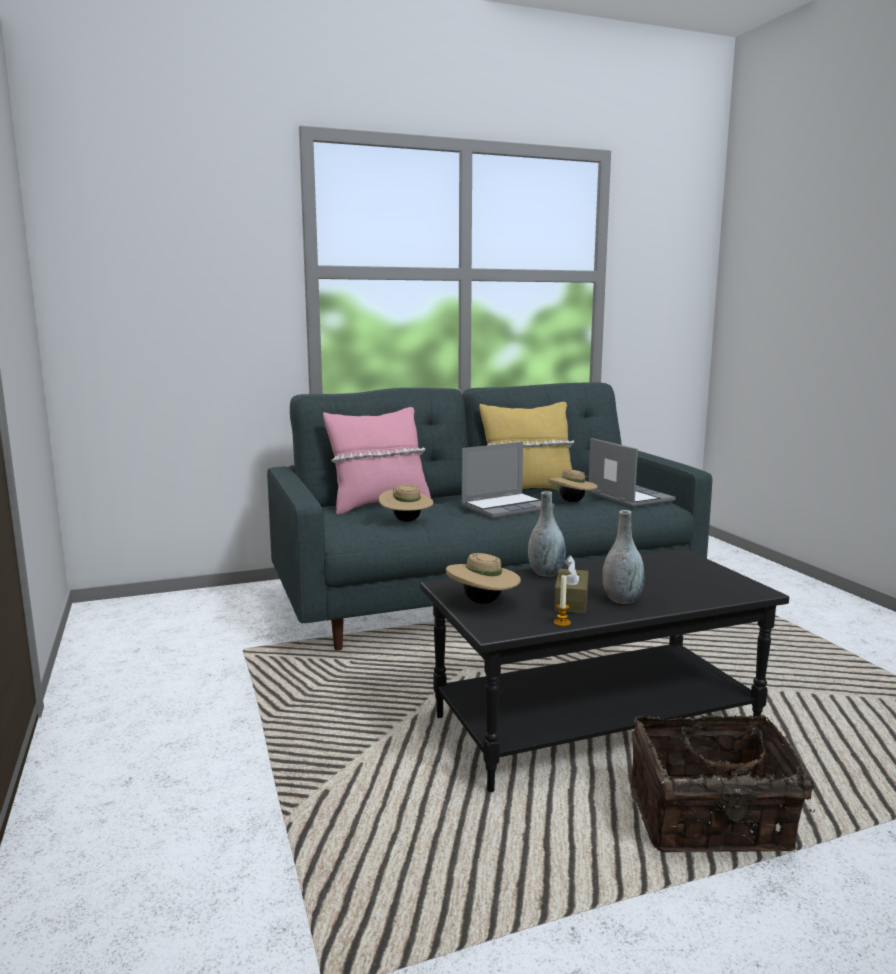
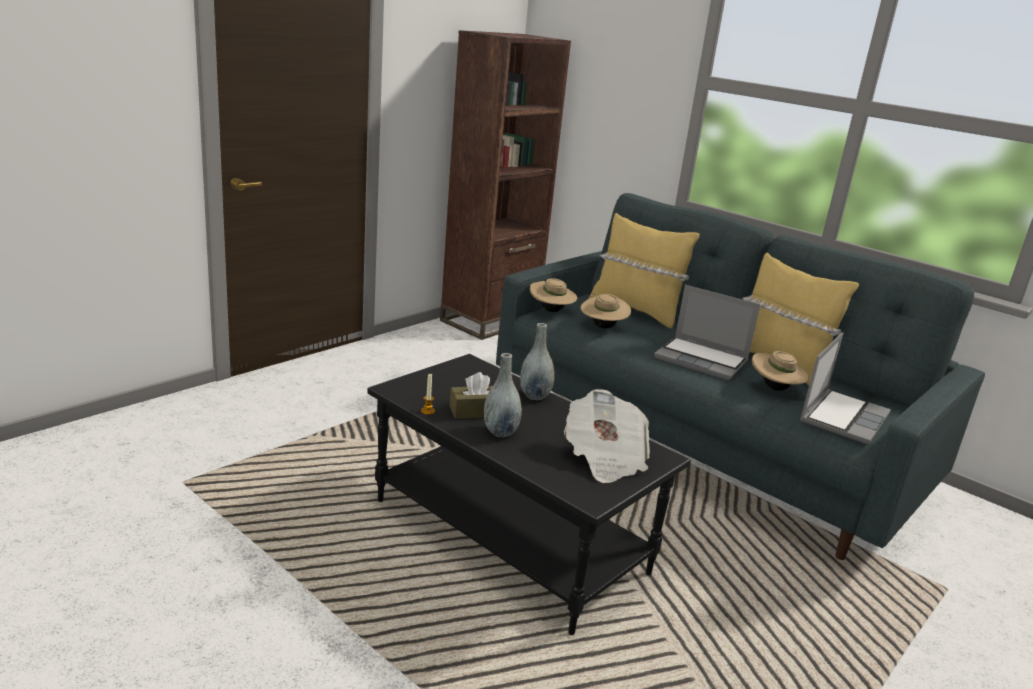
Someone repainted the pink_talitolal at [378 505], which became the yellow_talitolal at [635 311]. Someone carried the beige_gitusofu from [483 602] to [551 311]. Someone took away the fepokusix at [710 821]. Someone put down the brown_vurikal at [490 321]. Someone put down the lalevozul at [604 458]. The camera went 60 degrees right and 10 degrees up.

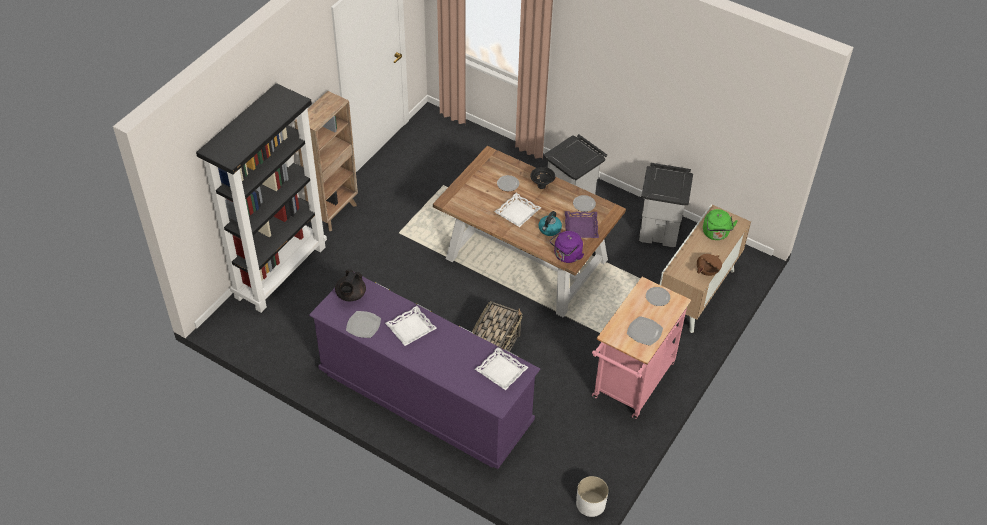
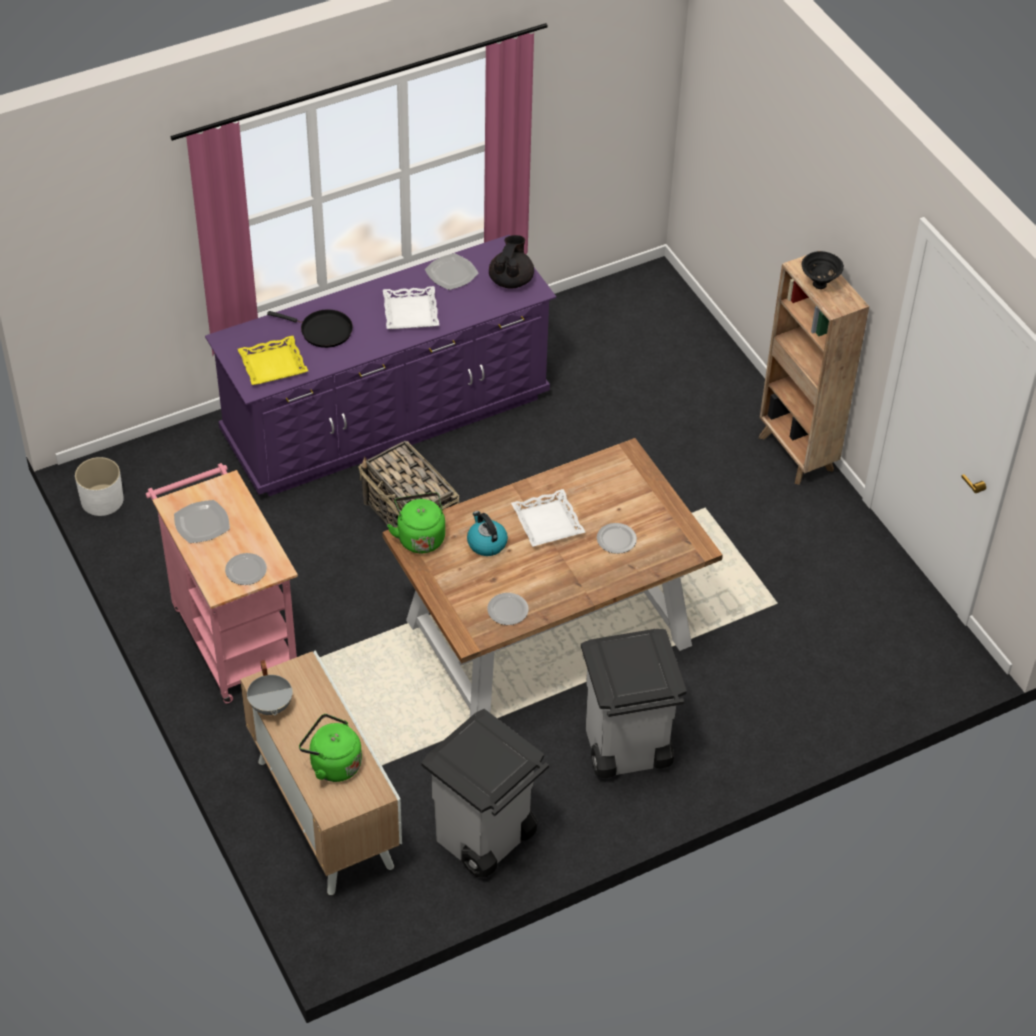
Someone took away the black_vurikal at [280 271]. Someone rotated the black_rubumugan at [351 295] by 60 degrees clockwise. Someone repainted the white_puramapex at [501 371], which became the yellow_puramapex at [273 365]. Someone carried the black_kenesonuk from [542 186] to [819 285]. Someone repainted the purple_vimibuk at [566 256], which became the green_vimibuk at [420 536]. Someone took away the purple_puramapex at [580 227]. Someone repainted the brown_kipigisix at [706 271], which became the grey_kipigisix at [271 705]. Someone put down the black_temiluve at [322 331]. The camera went 120 degrees right and 0 degrees up.

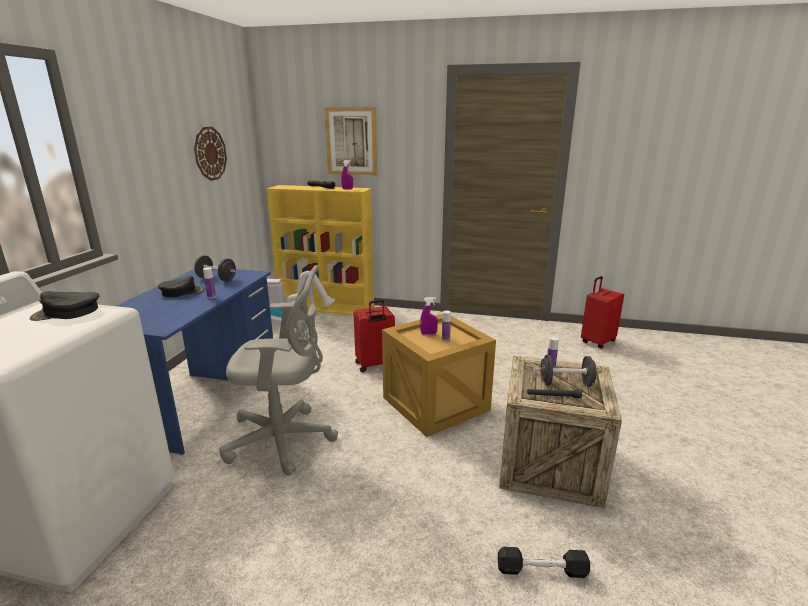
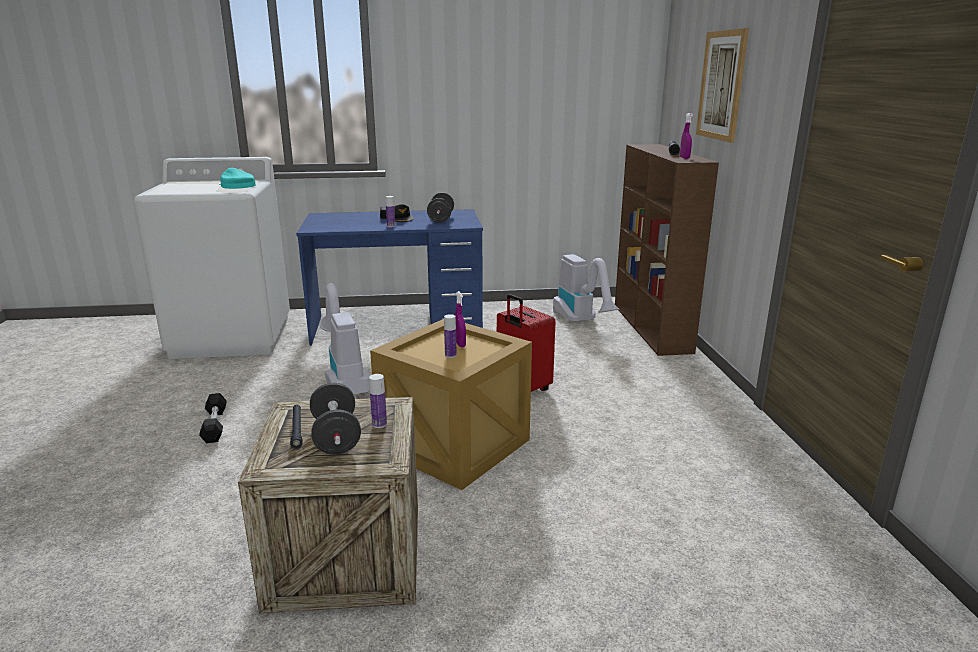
Someone repainted the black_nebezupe at [67 312], which became the turquoise_nebezupe at [237 186]. Someone took away the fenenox at [210 153]. Someone swapped the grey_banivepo at [284 440] for the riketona at [343 377]. Someone repainted the yellow_vurikal at [327 307], which became the brown_vurikal at [652 328]. Someone carried the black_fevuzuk from [542 570] to [215 425]. Someone took away the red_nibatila at [597 342]. The camera went 70 degrees right and 0 degrees up.

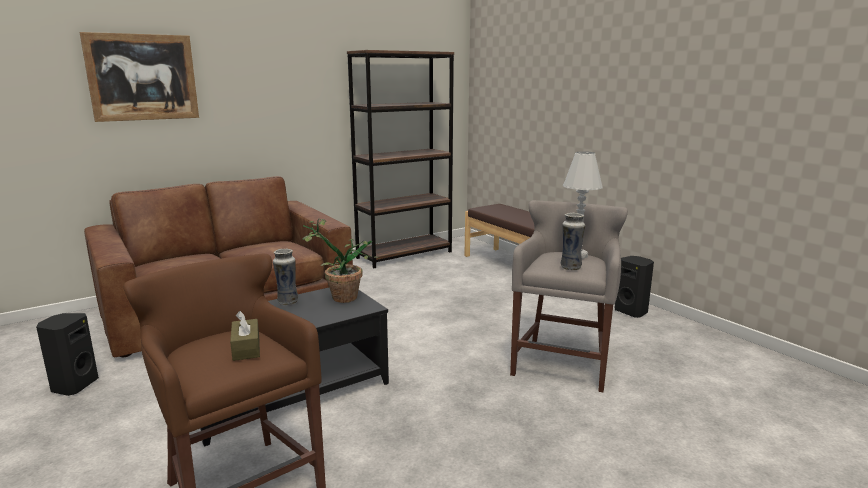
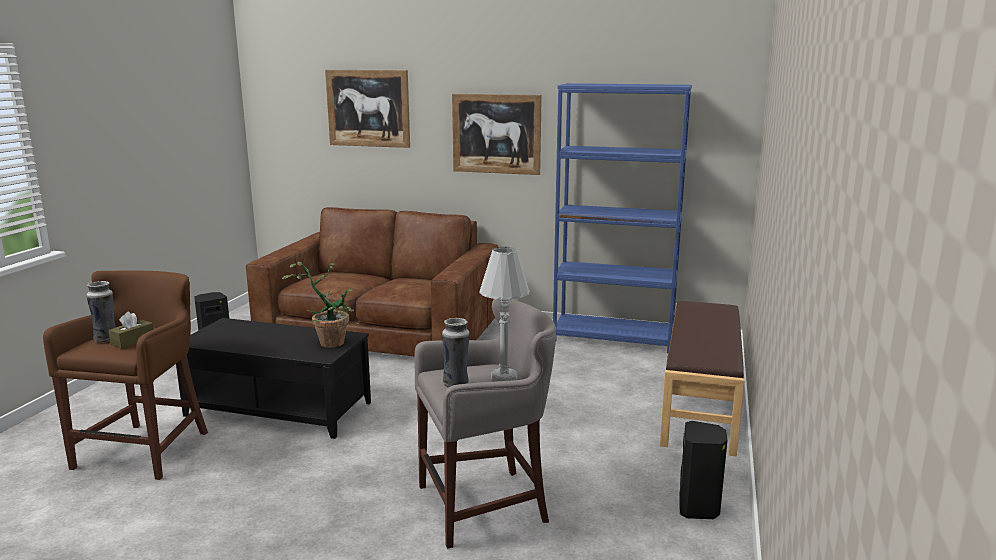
Someone carried the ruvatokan from [287 301] to [106 338]. Someone repainted the brown_vurikal at [405 255], which became the blue_vurikal at [613 338]. Someone put up the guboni at [496 134]. The camera went 50 degrees right and 0 degrees up.

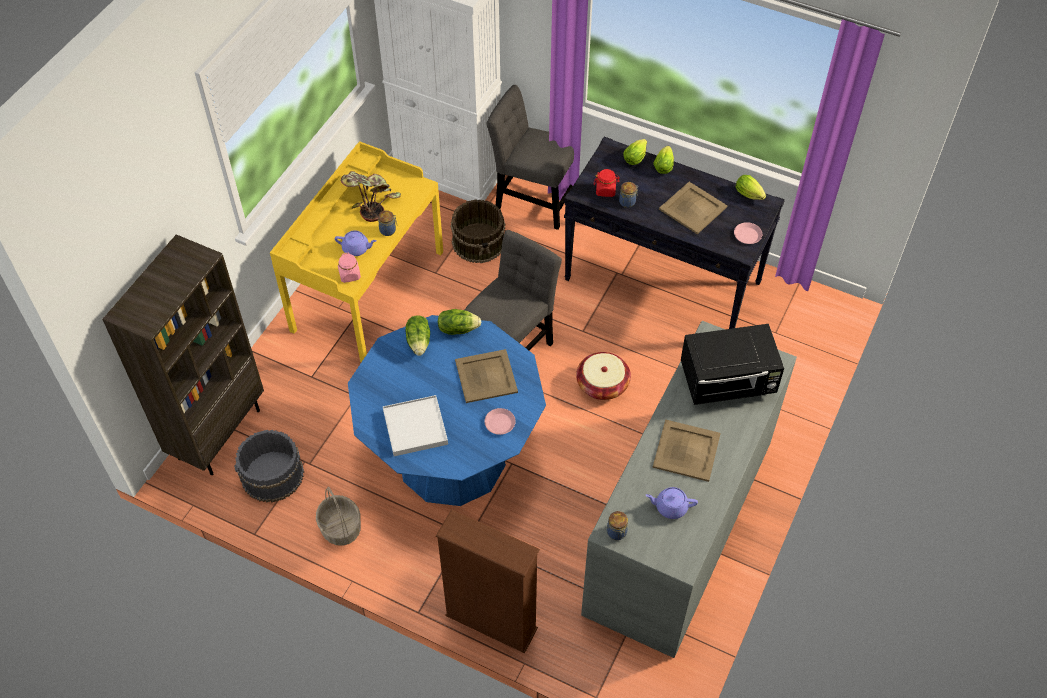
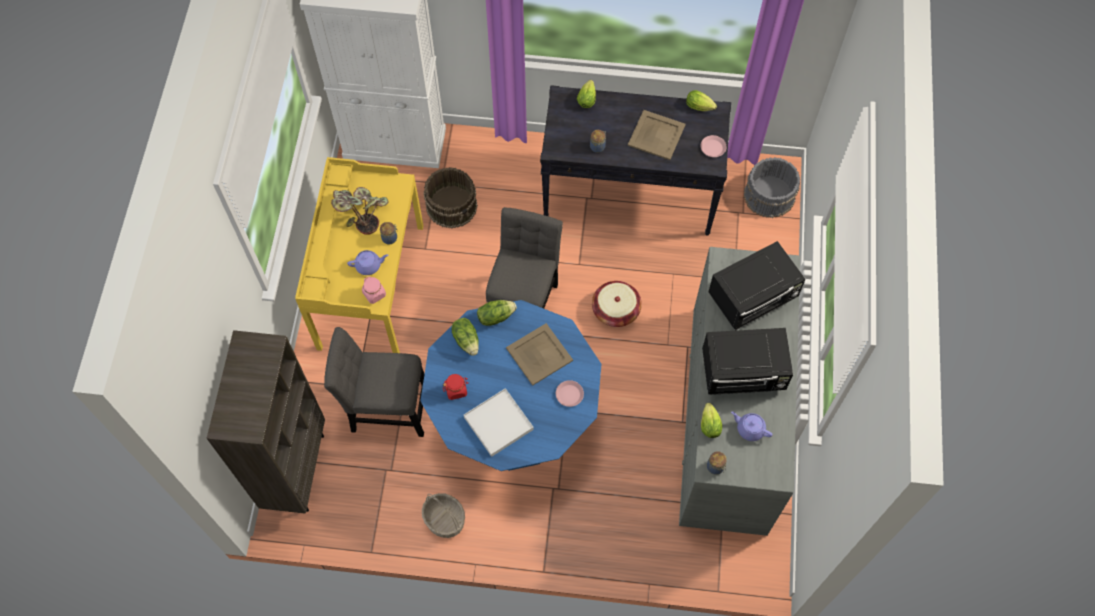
Someone carried the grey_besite from [272 476] to [769 196]. Someone took away the brown_vurikal at [491 622]. Someone carried the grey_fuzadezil from [532 200] to [386 409]. Someone carried the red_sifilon from [606 190] to [456 390]. Someone rotated the purple_rubumugan at [670 507] by 45 degrees clockwise. Someone carried the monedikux from [664 165] to [709 423]. Someone swapped the beige_puramapex at [687 450] for the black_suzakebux at [743 373]. The camera went 20 degrees left and 10 degrees up.

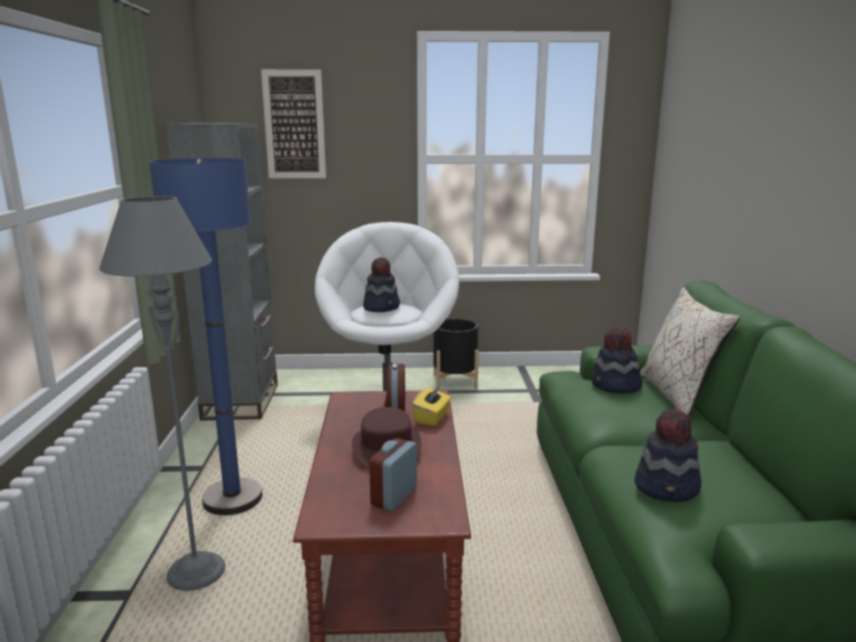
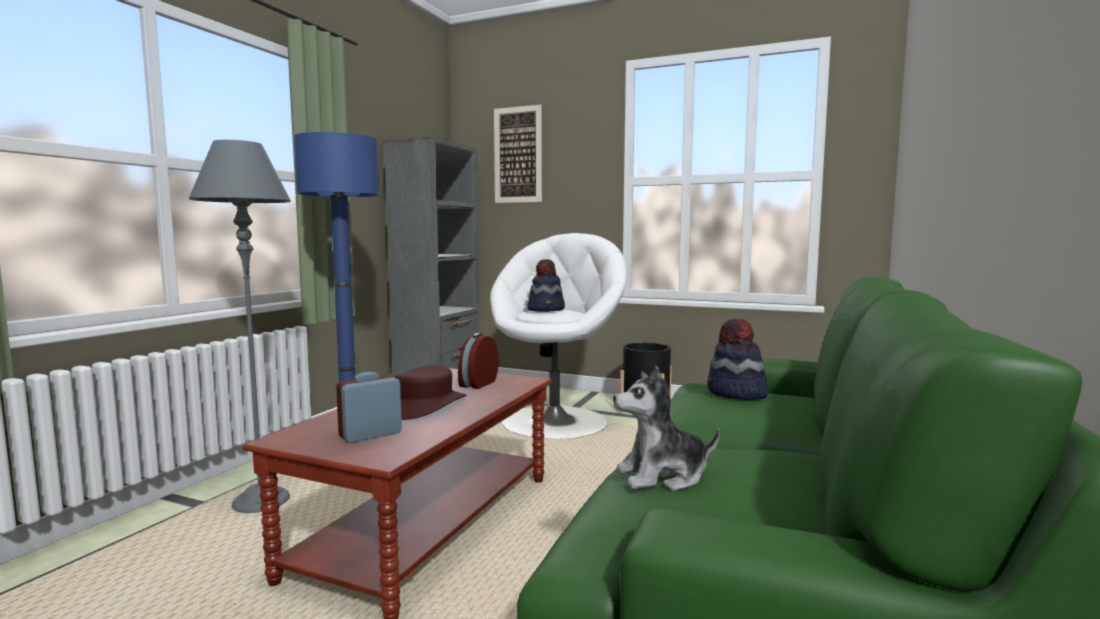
Someone took away the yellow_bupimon at [432 418]. Someone swapped the gitusofu at [667 487] for the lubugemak at [662 476]. Someone took away the beige_talitolal at [678 396]. The camera went 25 degrees right and 10 degrees down.

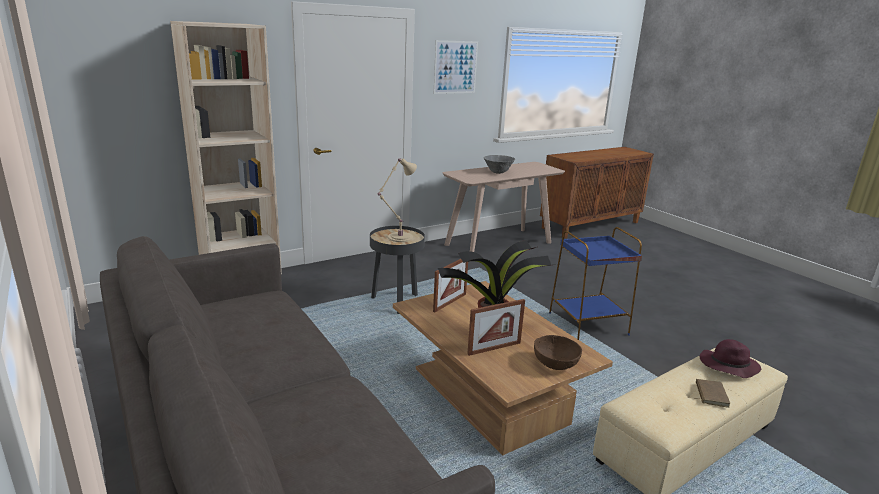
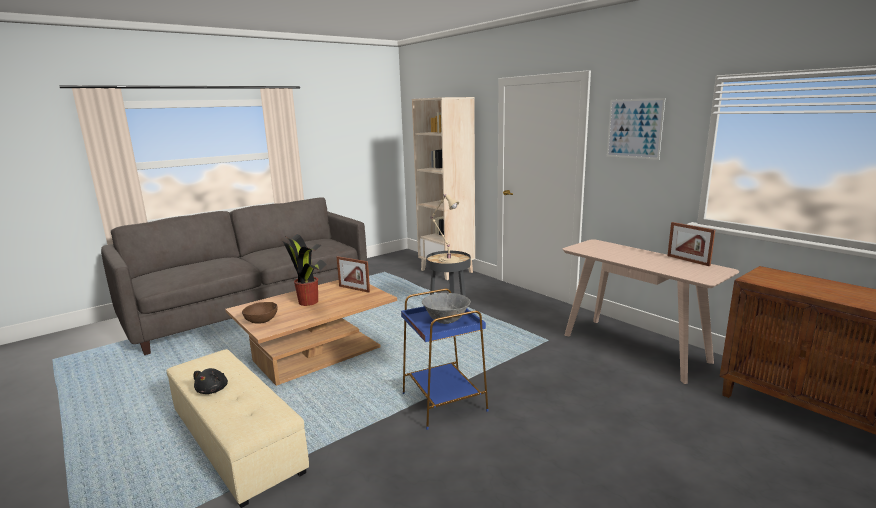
Someone carried the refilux from [494 348] to [688 260]. Someone carried the grey_kenesonuk from [498 173] to [446 321]. Someone swapped the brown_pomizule at [710 394] for the black_lubugemak at [213 390]. Someone took away the purple_gitusofu at [727 366]. The camera went 85 degrees right and 5 degrees down.

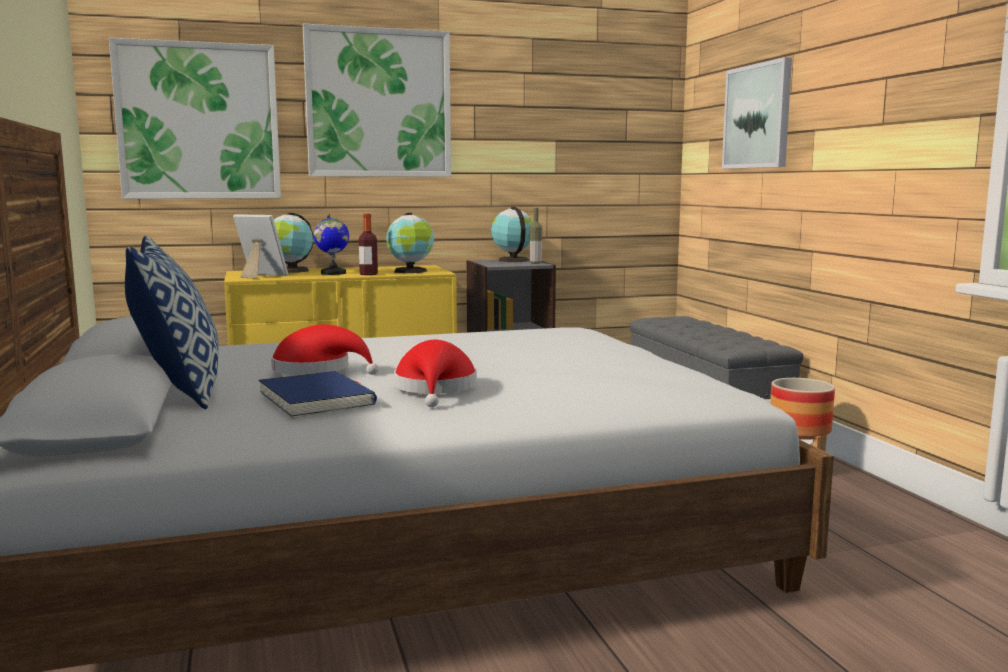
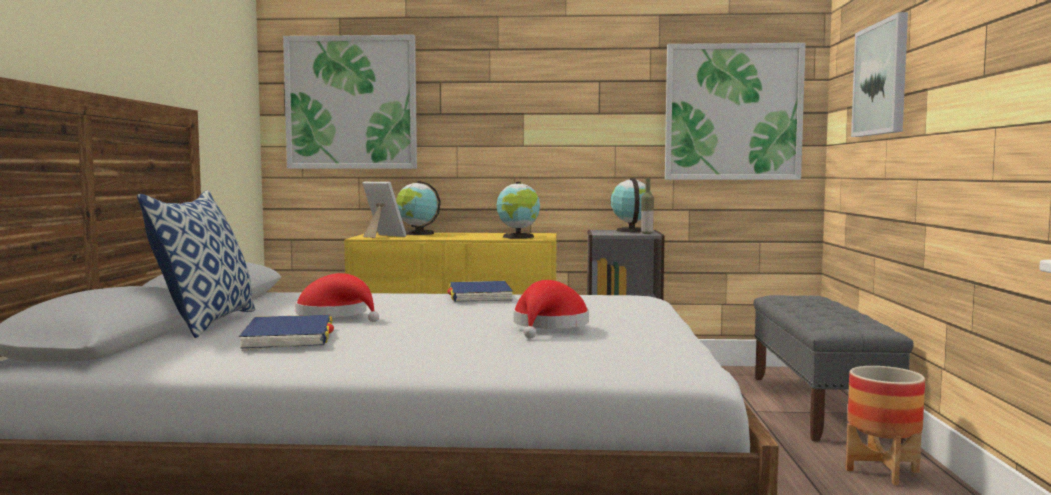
Someone carried the guboni from [379 103] to [733 112]. Someone took away the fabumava at [333 273]. Someone took away the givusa at [368 274]. Someone carried the red_gitusofu from [435 389] to [549 326]. Someone put down the blue_pomizule at [480 296]. The camera went 20 degrees right and 5 degrees down.

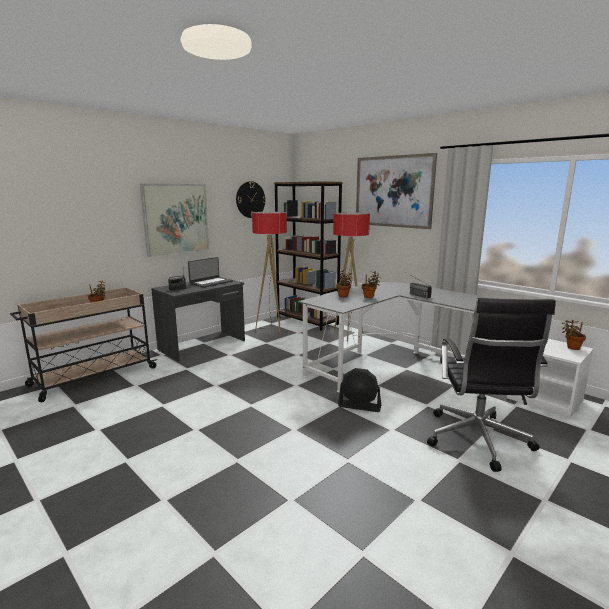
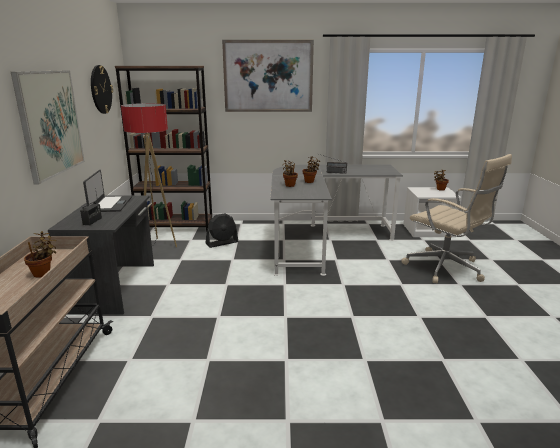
Someone took away the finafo at [348 335]. Someone carried the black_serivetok from [359 406] to [222 243]. Someone repainted the black_banivepo at [477 440], which became the beige_banivepo at [446 268]. The camera went 45 degrees left and 5 degrees up.

